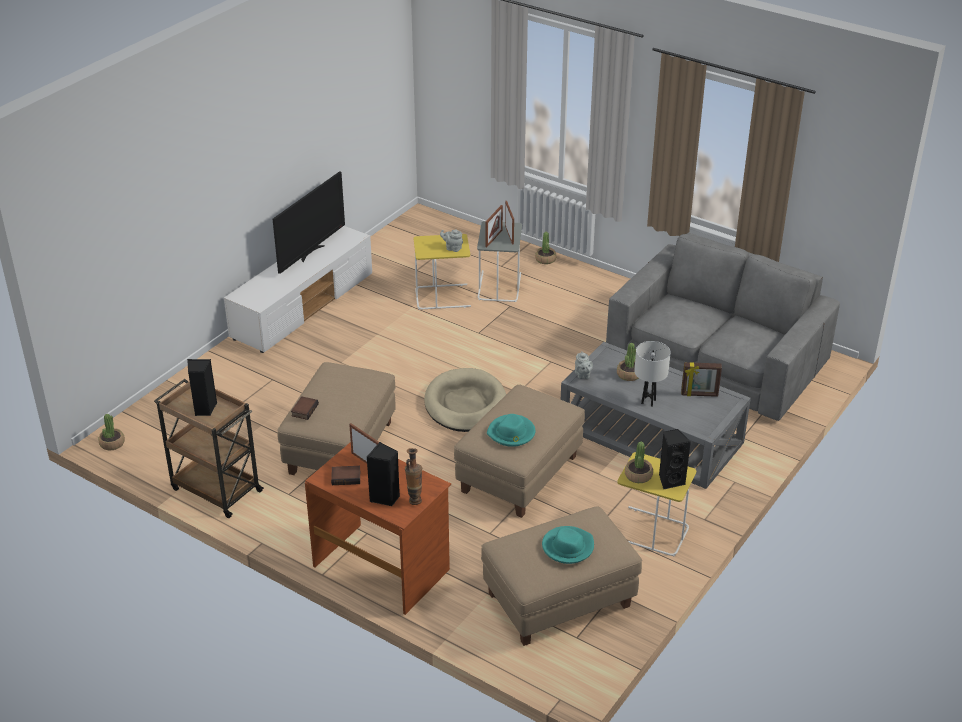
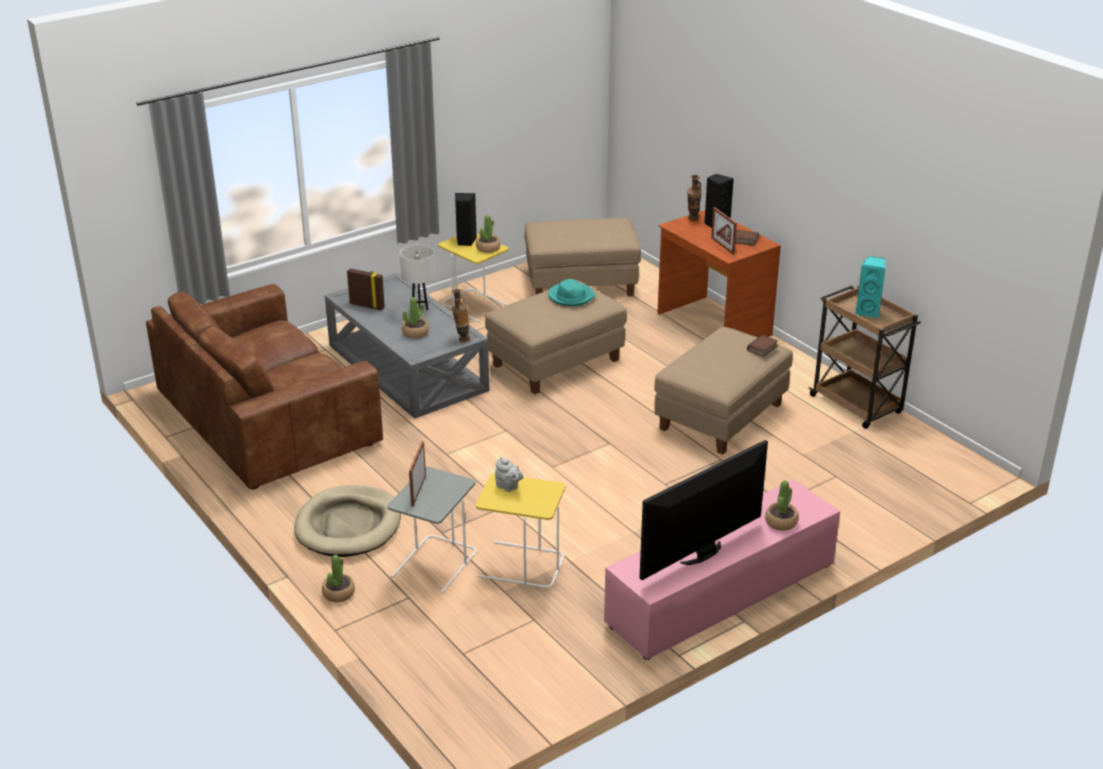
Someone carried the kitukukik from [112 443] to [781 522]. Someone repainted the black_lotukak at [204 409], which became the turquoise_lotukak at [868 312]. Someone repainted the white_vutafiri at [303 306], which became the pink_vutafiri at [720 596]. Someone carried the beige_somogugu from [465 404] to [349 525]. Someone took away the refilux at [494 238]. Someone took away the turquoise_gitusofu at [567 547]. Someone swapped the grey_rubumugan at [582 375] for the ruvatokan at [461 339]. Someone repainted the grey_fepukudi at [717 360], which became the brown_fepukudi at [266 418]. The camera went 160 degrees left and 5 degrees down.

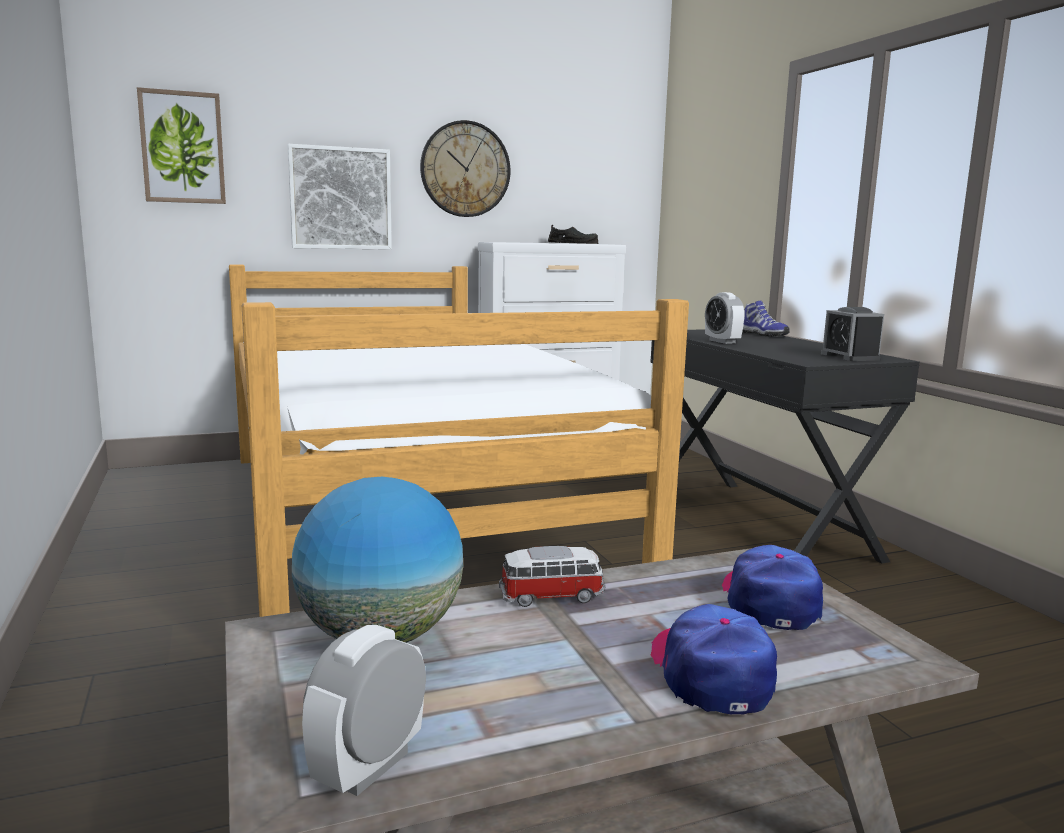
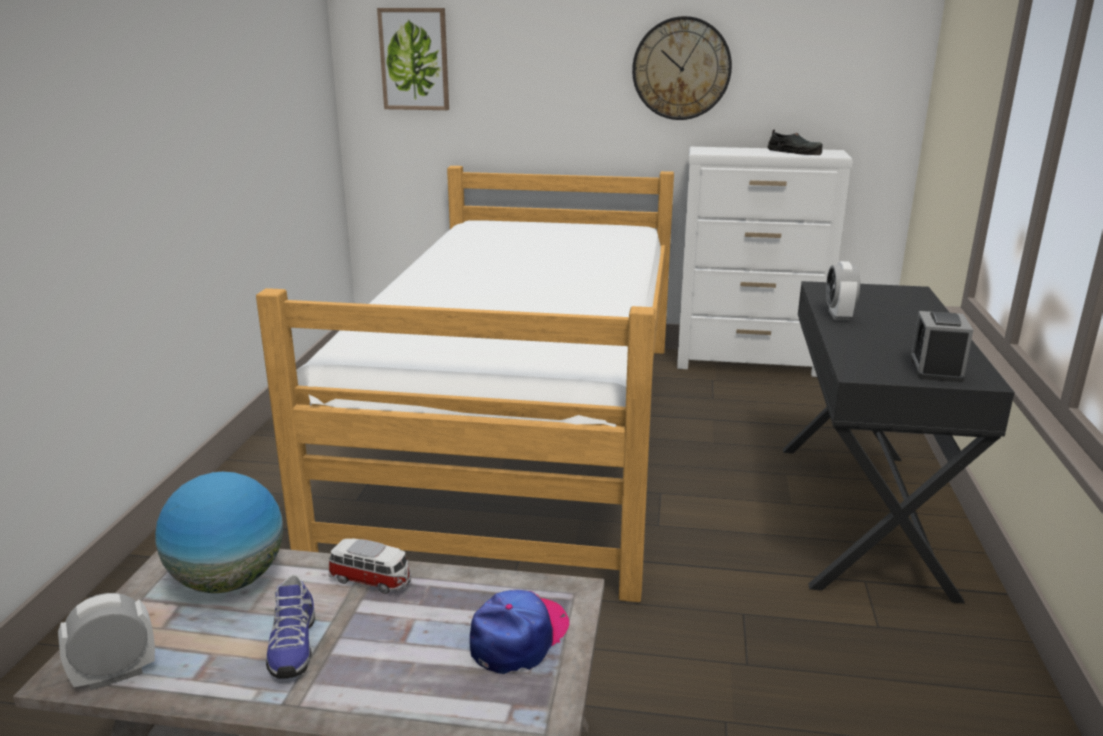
Someone took away the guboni at [340 198]. Someone took away the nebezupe at [711 672]. Someone carried the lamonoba from [761 334] to [292 646]. The camera went 30 degrees right and 10 degrees up.

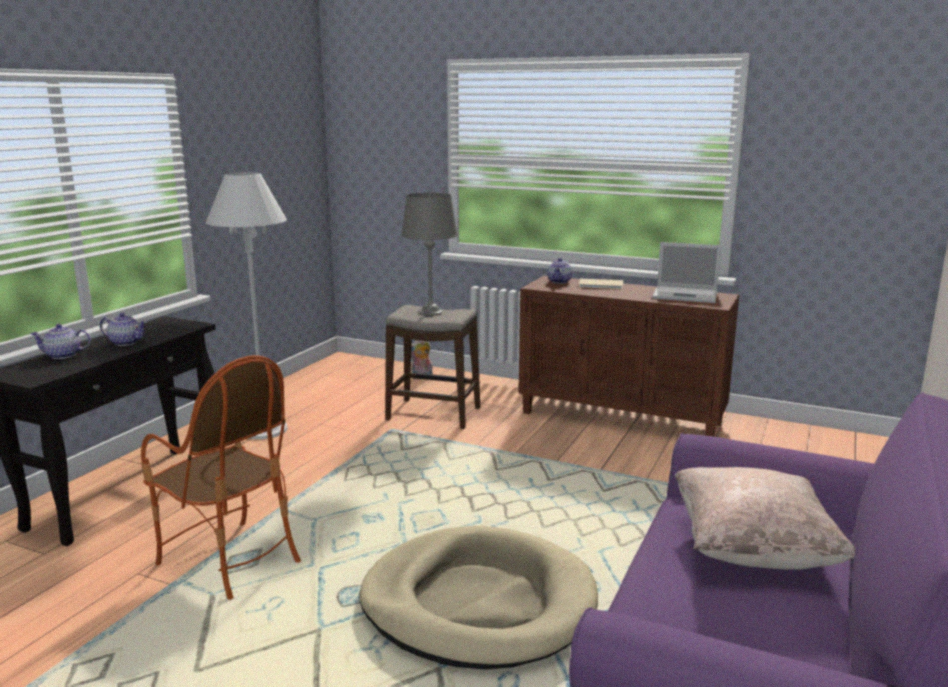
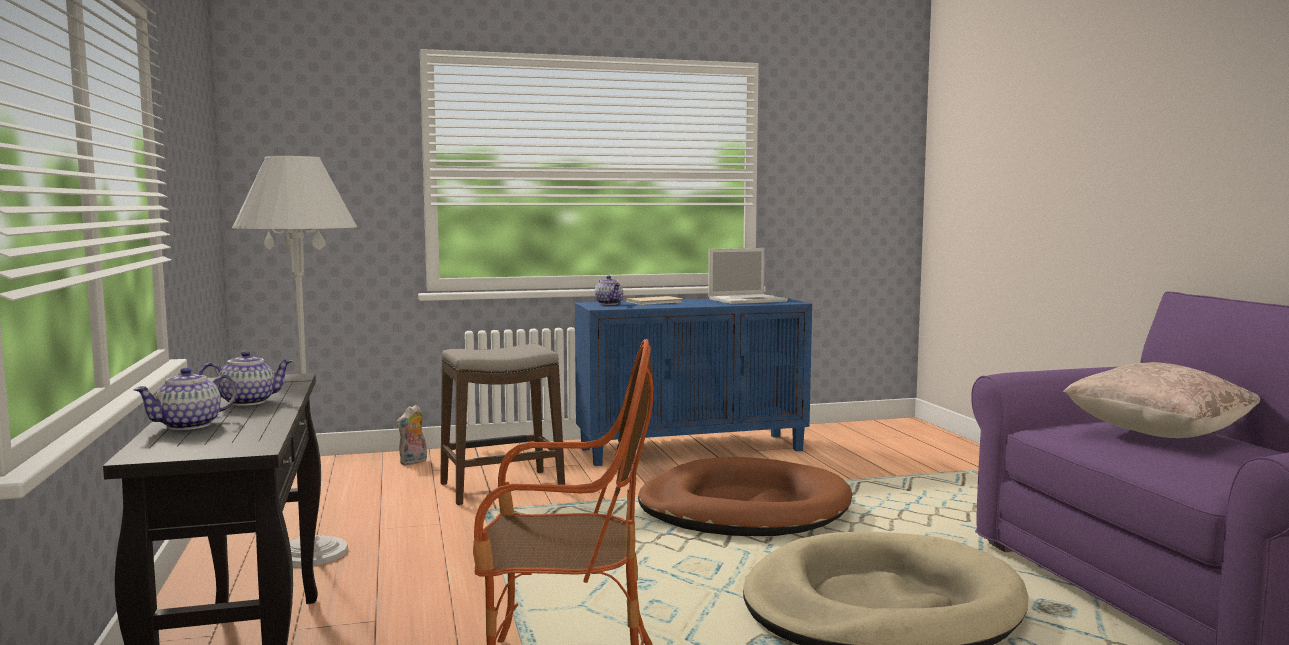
Someone took away the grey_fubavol at [431 311]. Someone repainted the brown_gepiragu at [622 418], which became the blue_gepiragu at [692 449]. Someone put down the brown_somogugu at [743 508]. The camera went 40 degrees left and 10 degrees down.

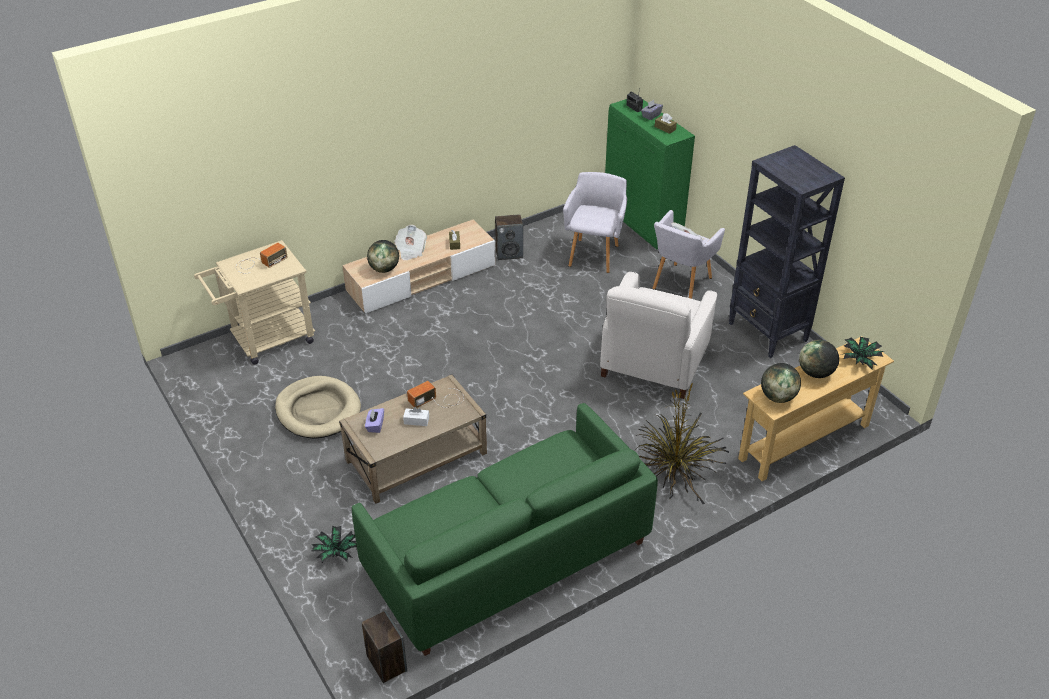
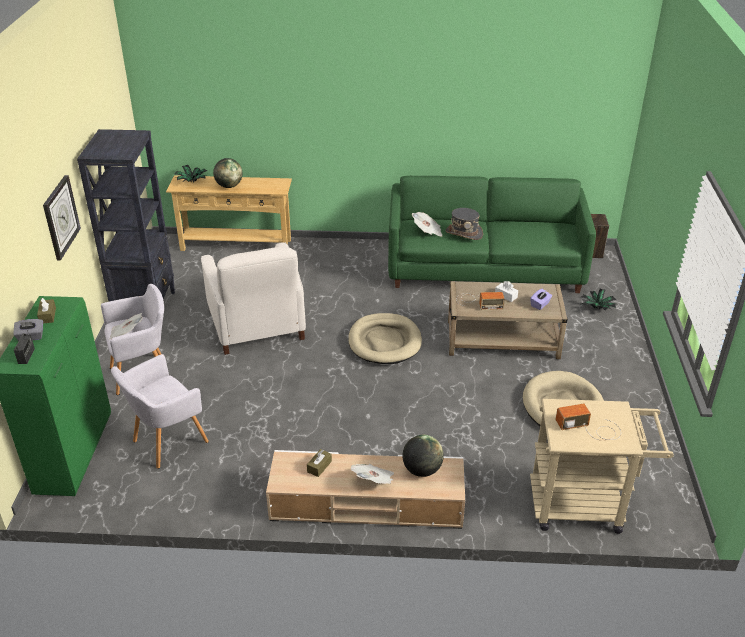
Someone took away the lotukak at [509 253]. Someone rotated the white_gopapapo at [653 362] by 105 degrees clockwise. Someone took away the kitukukik at [675 471]. Someone took away the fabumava at [777 397]. Someone put up the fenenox at [60 217]. Someone put down the beige_somogugu at [384 342]. Someone put down the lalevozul at [427 232]. Someone put down the grey_gitusofu at [464 233]. The camera went 145 degrees left and 5 degrees down.

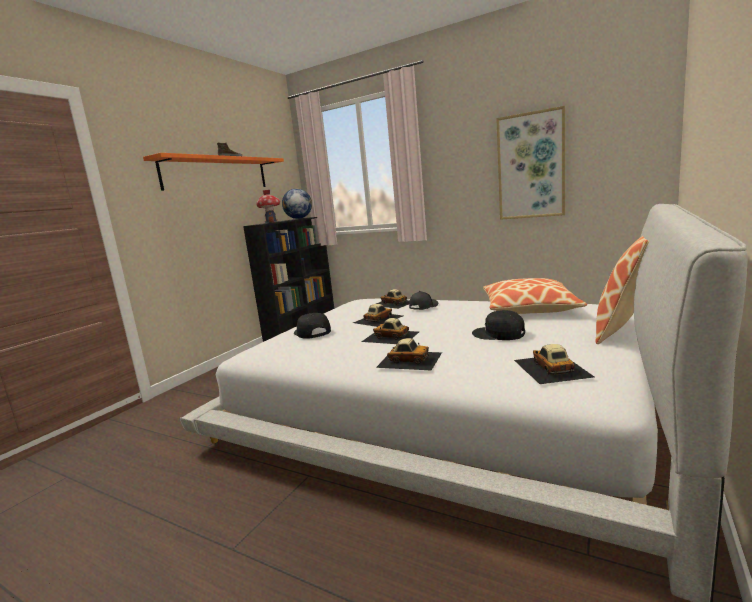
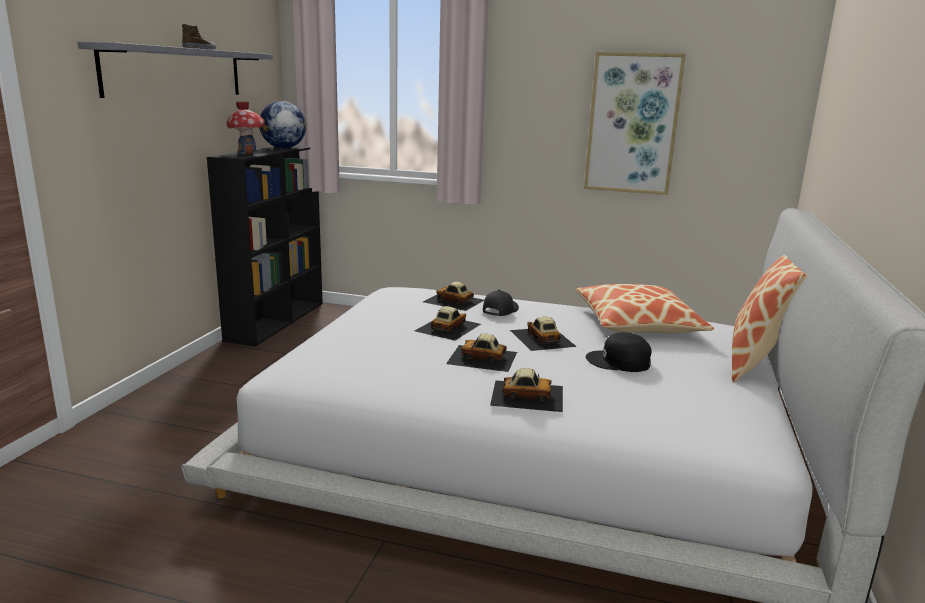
Someone repainted the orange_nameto at [217 174], which became the grey_nameto at [176 72]. Someone took away the black_nebezupe at [311 332]. Someone carried the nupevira from [551 368] to [542 338]. The camera went 15 degrees left and 5 degrees up.

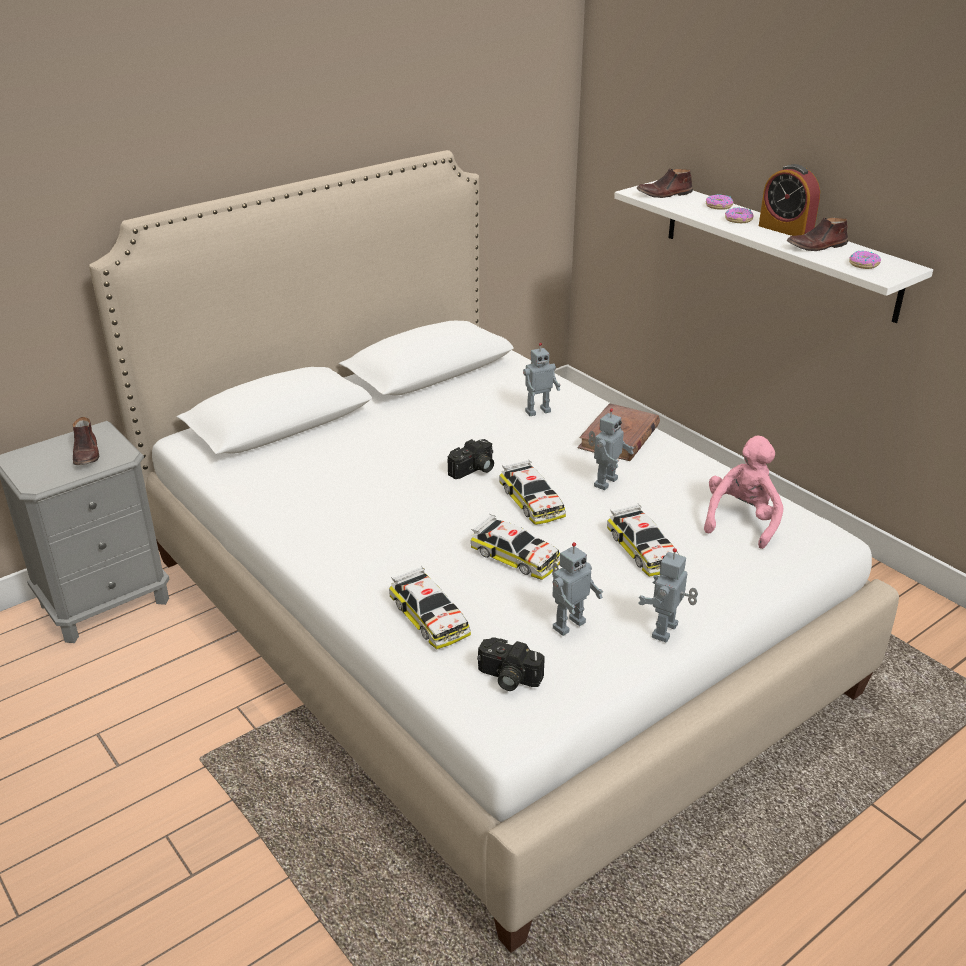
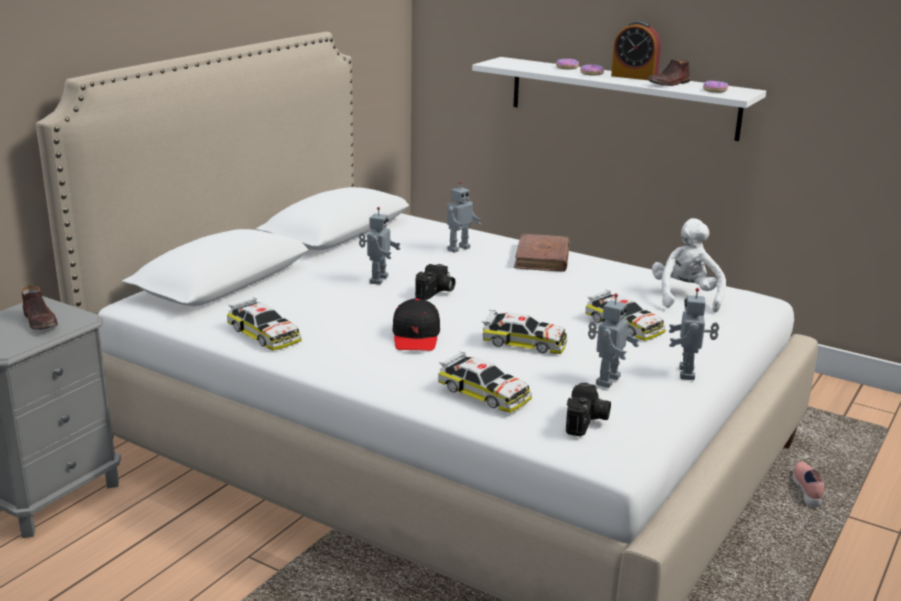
Someone rotated the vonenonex at [507 678] by 75 degrees counterclockwise. Someone carried the nupevira from [532 501] to [264 334]. Someone carried the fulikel from [604 482] to [377 279]. Someone took away the brown_lamonoba at [664 194]. Someone repainted the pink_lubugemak at [742 520], which became the white_lubugemak at [685 297]. Someone put down the black_nebezupe at [416 336]. Someone put down the pink_lamonoba at [808 491]. The camera went 20 degrees left and 10 degrees down.

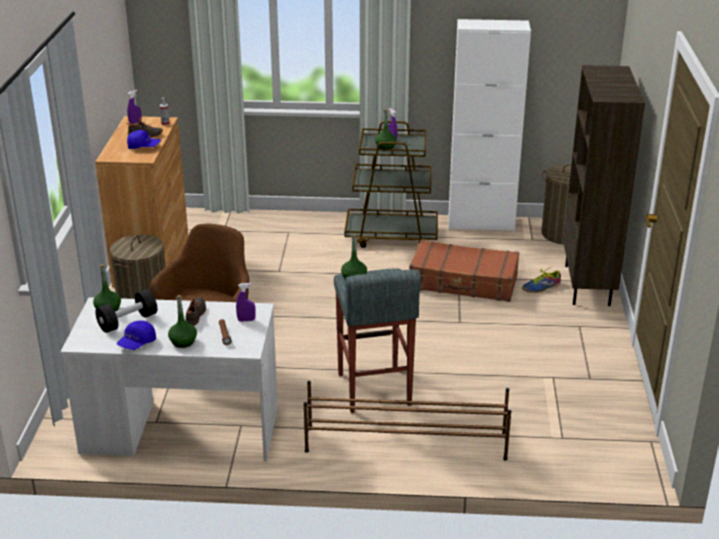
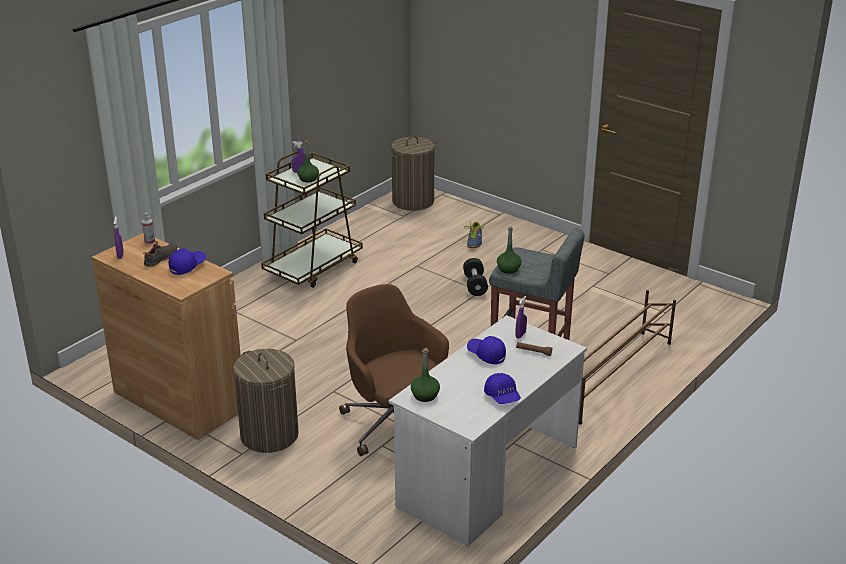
Someone carried the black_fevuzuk from [128 322] to [475 285]. Someone took away the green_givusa at [183 342]. Someone swapped the black_lamonoba at [196 315] for the blue_nebezupe at [486 355]. Someone took away the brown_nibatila at [463 282]. Someone took away the white_gepiragu at [481 223]. Someone took away the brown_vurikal at [588 285]. The camera went 55 degrees left and 0 degrees up.

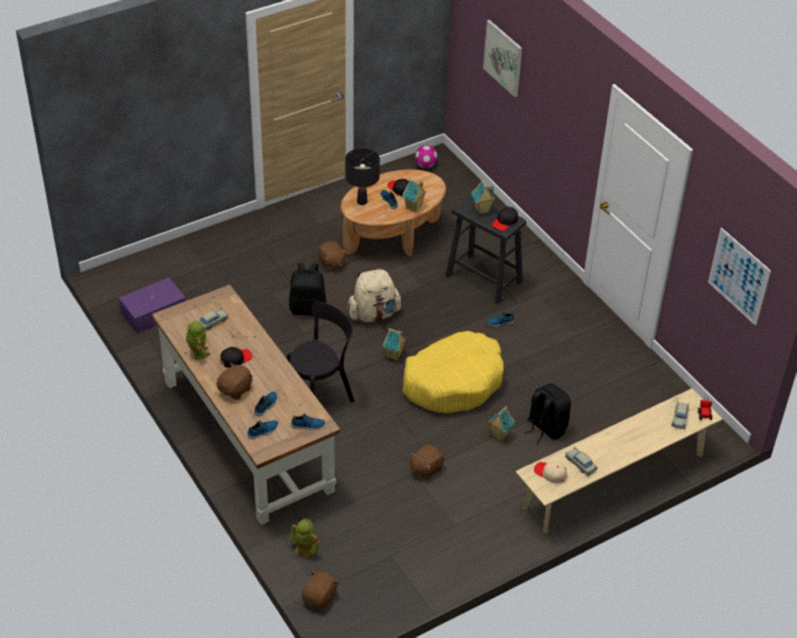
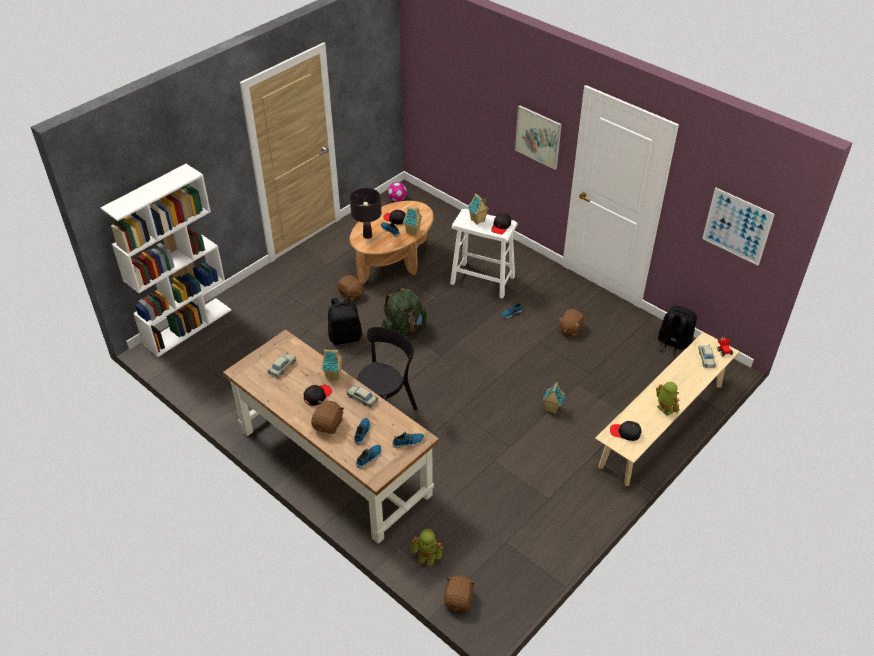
Someone took away the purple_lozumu at [153 312]. Someone carried the fulikel from [198 353] to [664 409]. Someone repainted the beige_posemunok at [374 314], which became the green_posemunok at [404 329]. Someone carried the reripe from [394 355] to [334 375]. Someone took away the yellow_somogugu at [453 382]. Someone carried the brown_lubugemak from [426 469] to [570 329]. Someone repainted the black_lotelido at [484 279], which became the white_lotelido at [483 280]. Someone carried the guboni from [503 58] to [538 137]. Someone carried the black_posemunok from [545 428] to [673 344]. Someone repainted the beige_nebezupe at [550 473], which became the black_nebezupe at [625 433]. Someone carried the beige_nupevira from [580 464] to [362 398]. Someone put down the white_vurikal at [188 326]. The camera went 15 degrees left and 0 degrees up.

